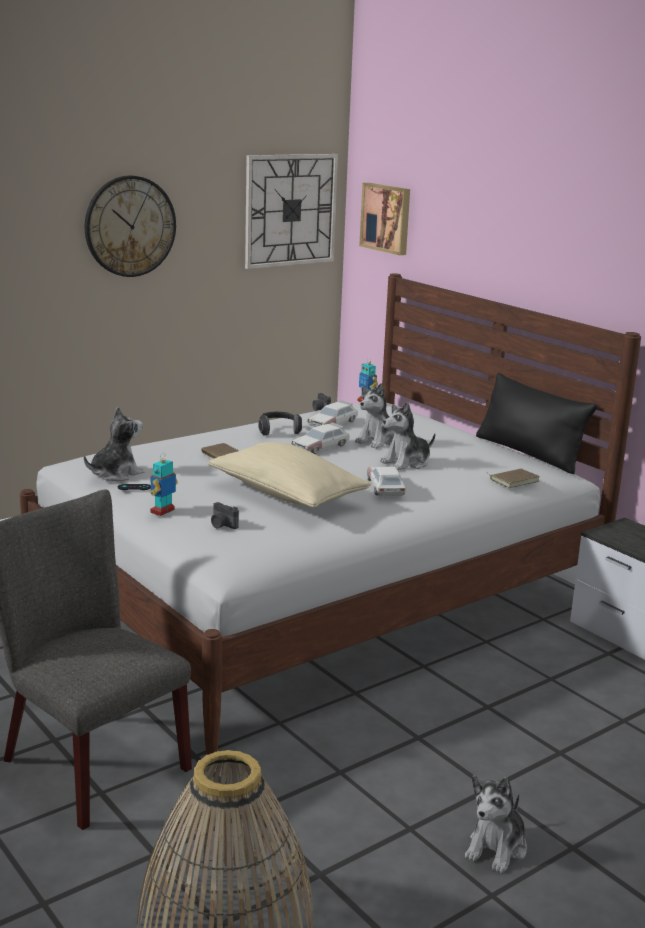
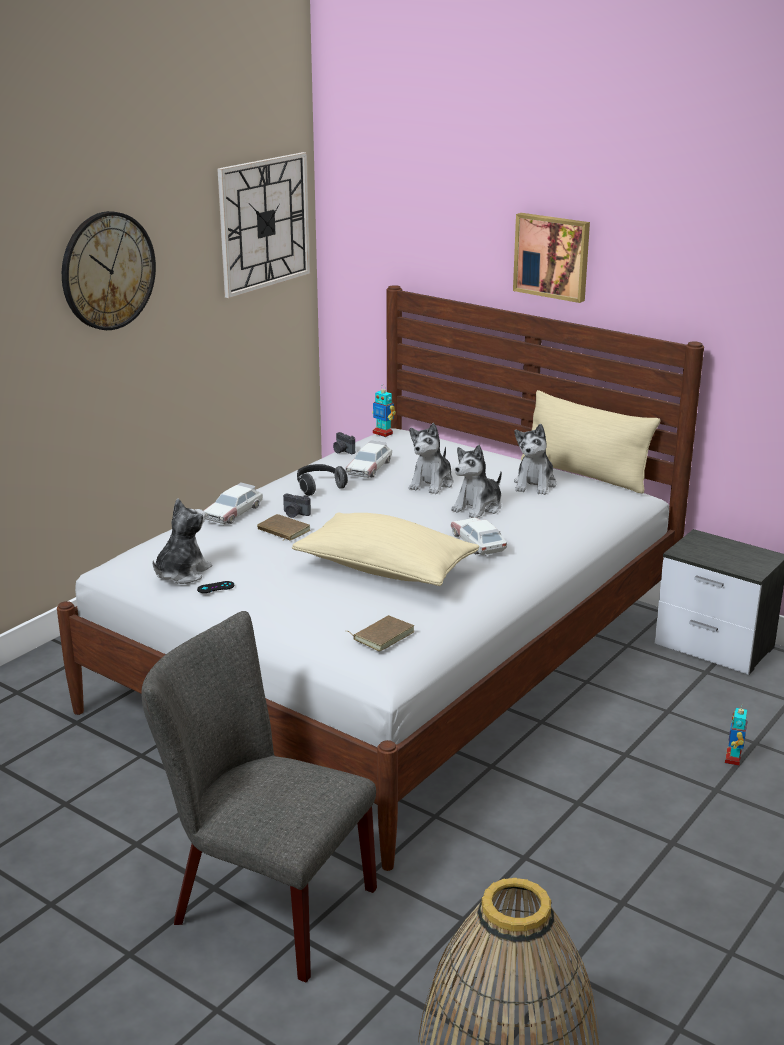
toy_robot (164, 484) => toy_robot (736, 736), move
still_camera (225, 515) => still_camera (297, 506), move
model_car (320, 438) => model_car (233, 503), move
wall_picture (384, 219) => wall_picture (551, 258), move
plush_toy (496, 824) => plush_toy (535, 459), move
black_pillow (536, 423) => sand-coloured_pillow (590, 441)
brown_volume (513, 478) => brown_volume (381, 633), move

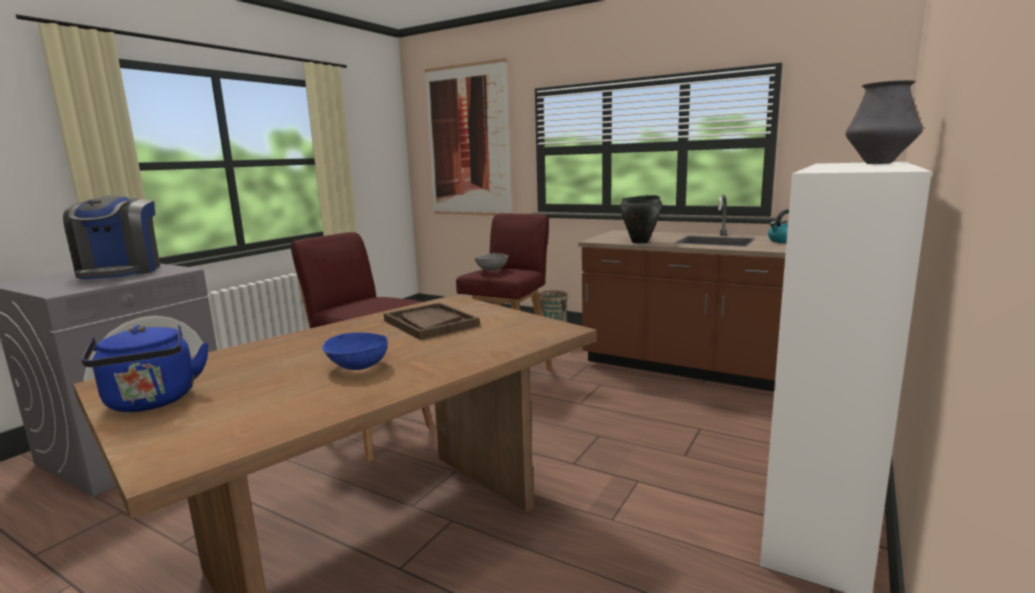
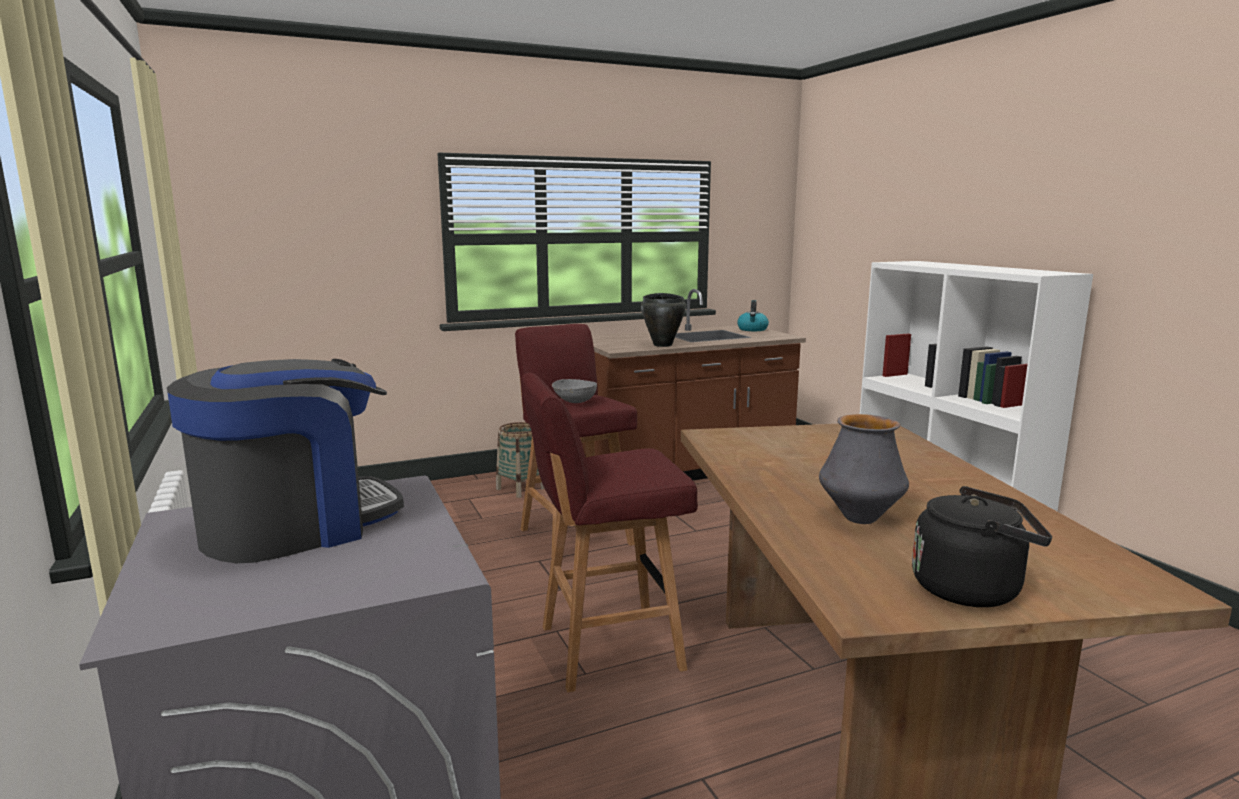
coffee_brewer (111, 237) => coffee_brewer (285, 461), 60 degrees counterclockwise
blue_water_kettle (145, 368) => black_water_kettle (982, 546)
blue_serving_bowl (355, 351) => nothing
brown_carrying_tray (432, 321) => nothing
wall_picture (468, 136) => nothing
vase (883, 122) => vase (864, 469), move

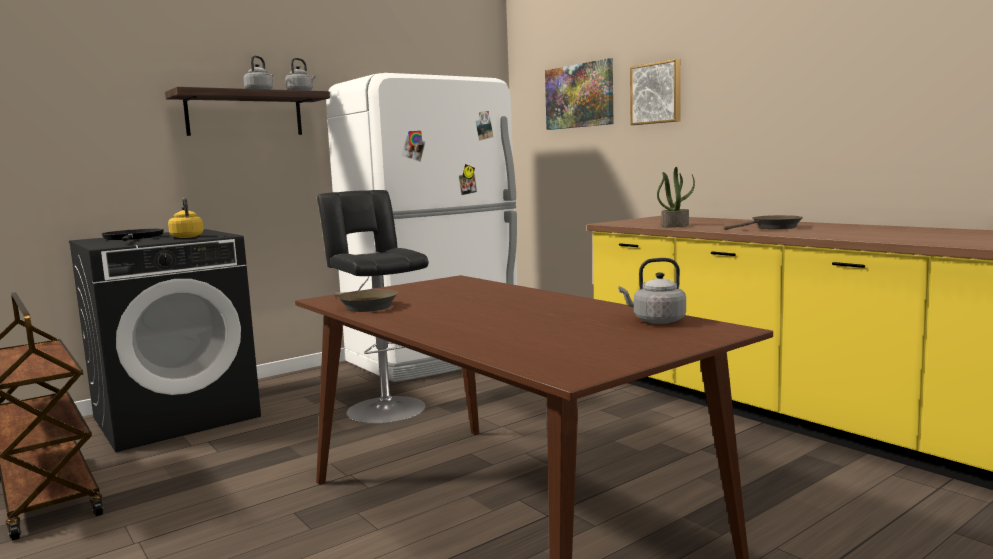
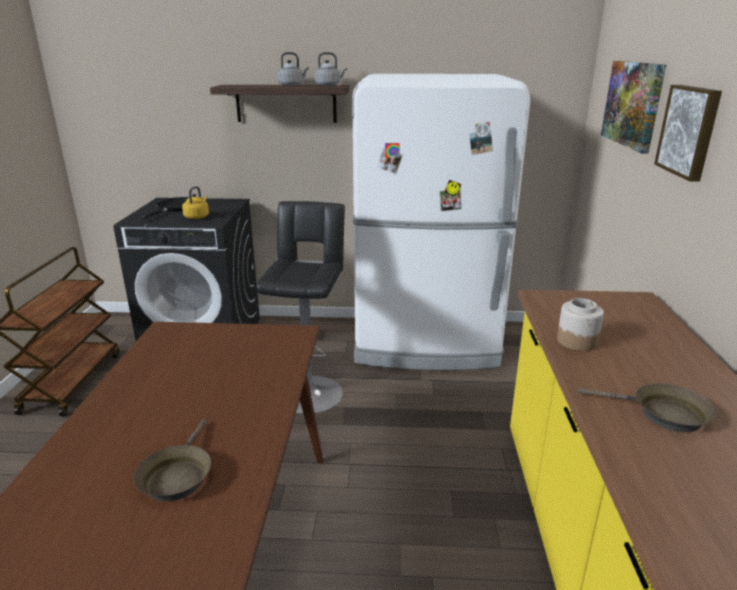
brown_pan (366, 300) => brown_pan (172, 460), move
greyish_water_kettle (652, 291) => nothing
potted_plant (676, 197) => storage_jar (580, 324)

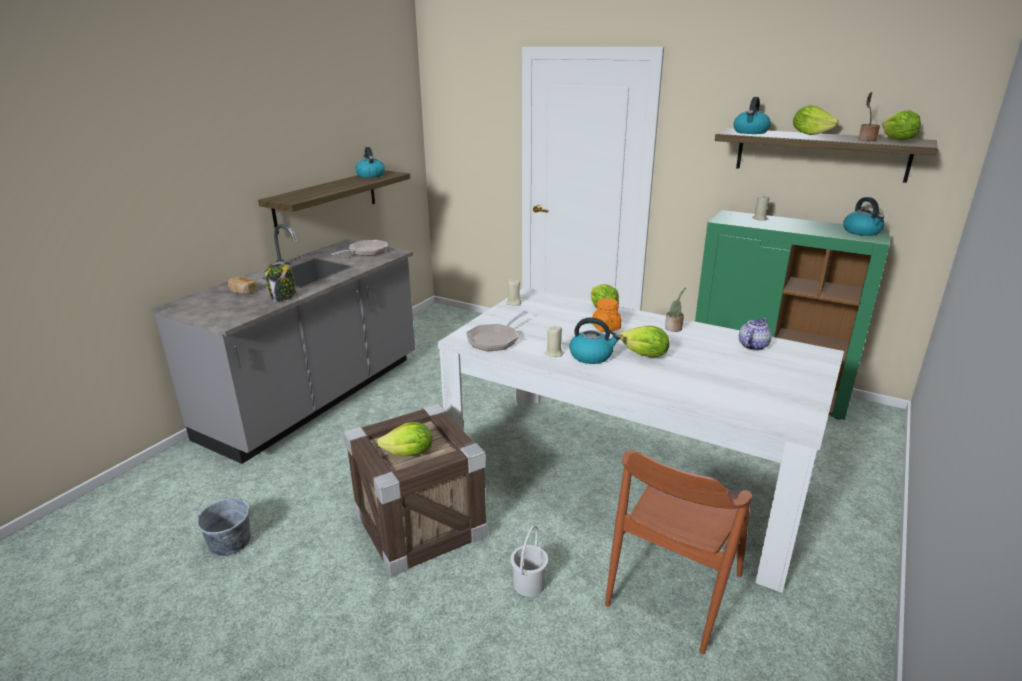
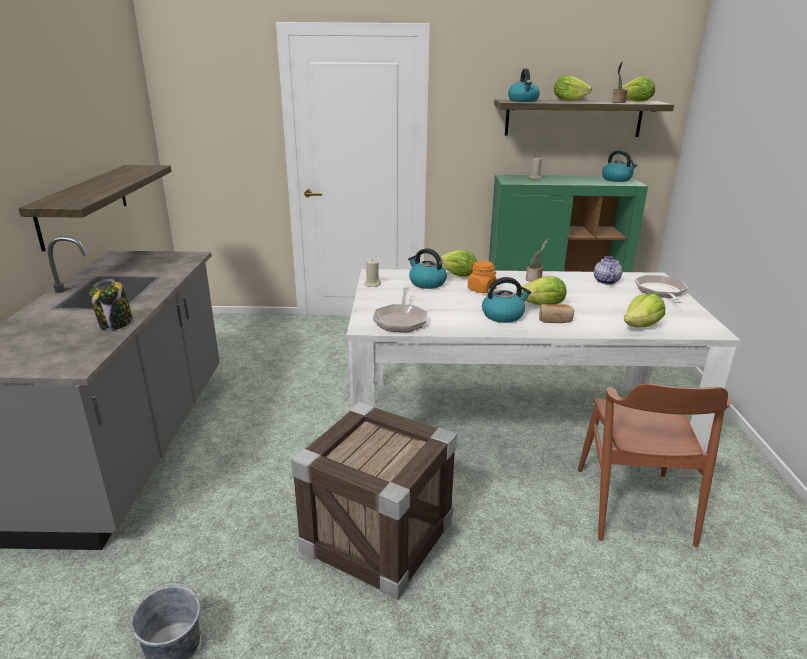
bakery_bread (242, 285) => bakery_bread (556, 313), move
pan (359, 248) => pan (661, 289), move
water_kettle (370, 162) => water_kettle (427, 268), move
lettuce (404, 439) => lettuce (644, 310), move
white-coloured_water_bucket (529, 561) => nothing
sand-coloured_wax_light (554, 341) => nothing

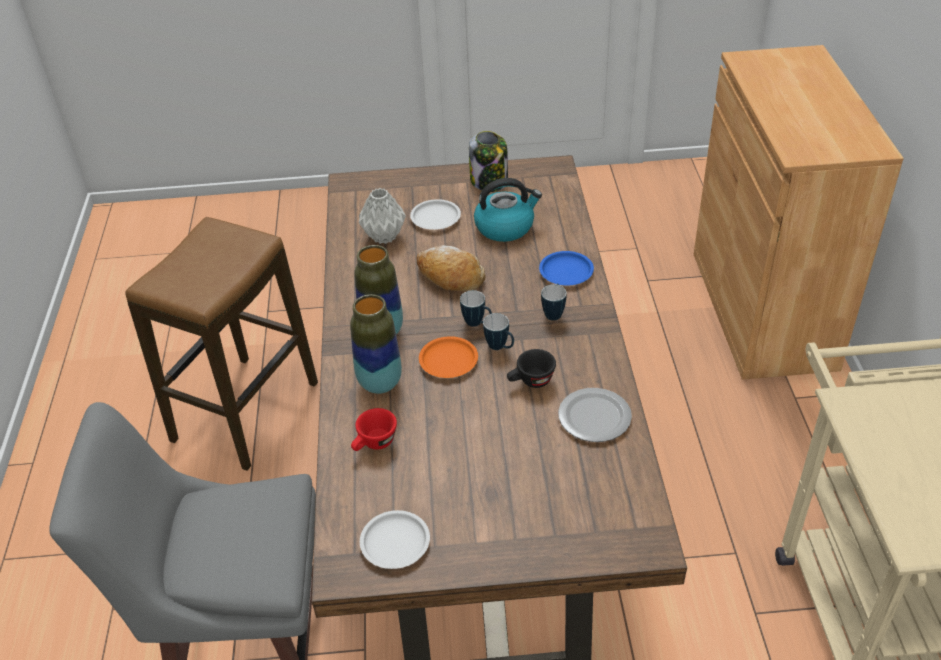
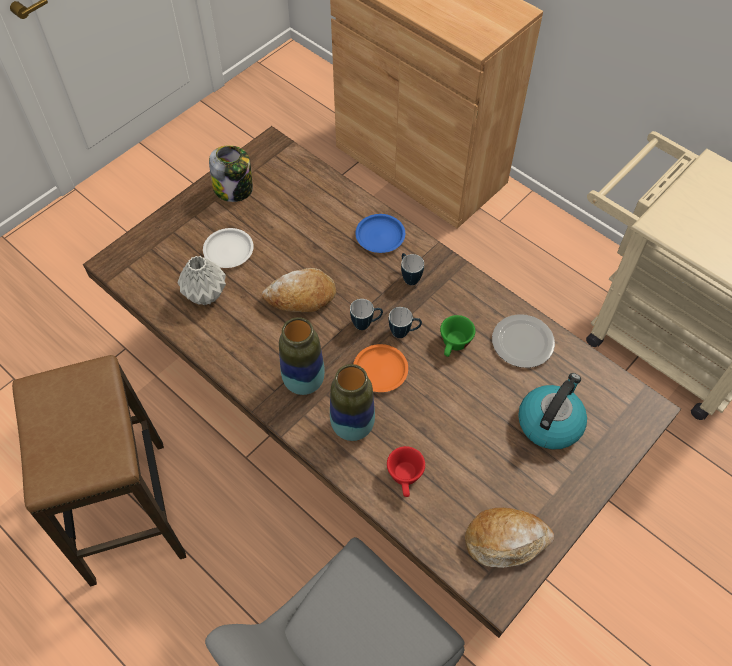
white-coloured_plate (395, 539) => bakery_bread (509, 538)
water_kettle (508, 210) => water_kettle (552, 411), move
black_cup (531, 368) => green-coloured_cup (457, 336)

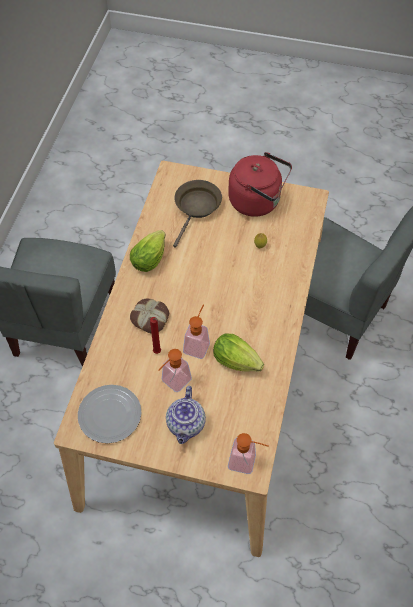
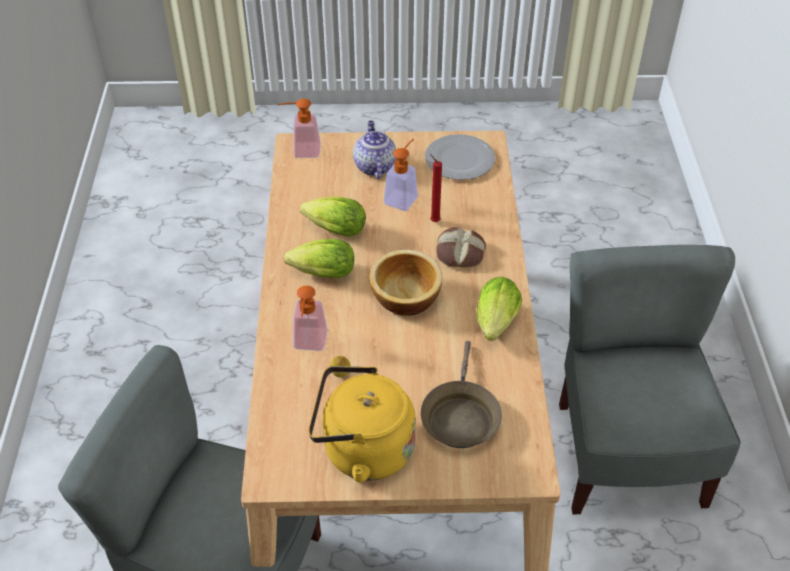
soap_dispenser (196, 331) => soap_dispenser (310, 318), move
reddish_water_kettle (260, 184) => yellow-coloured_water_kettle (362, 424)
nothing => lettuce (319, 258)
nothing => serving_bowl (405, 283)

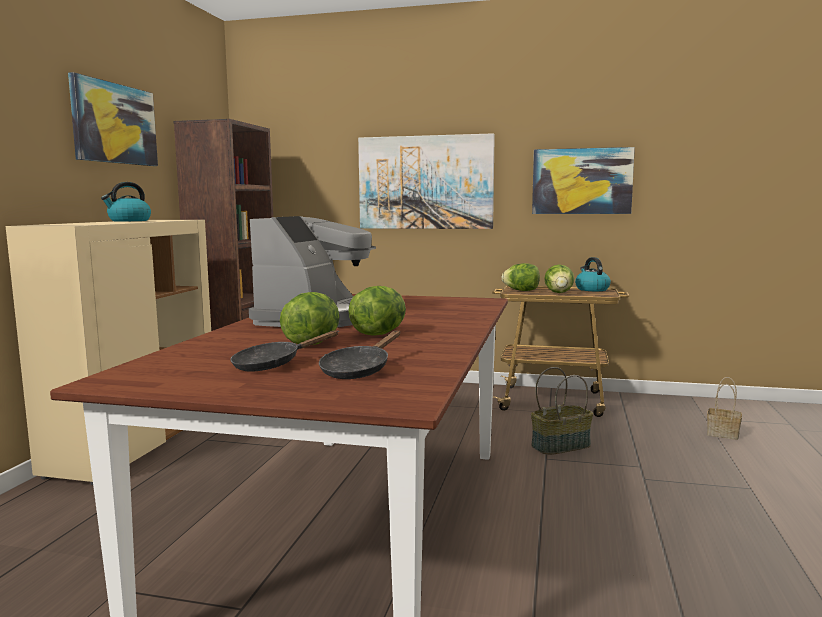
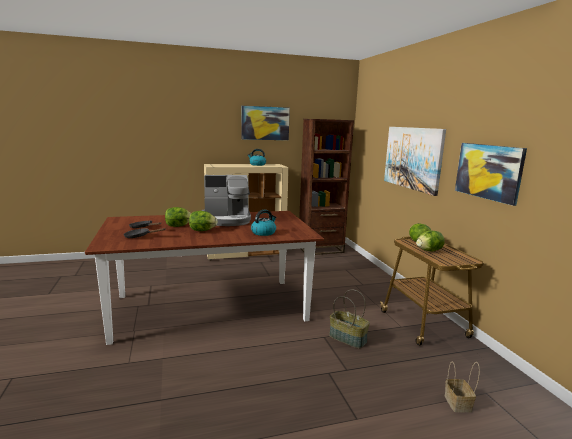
water_kettle (593, 274) => water_kettle (264, 223), move

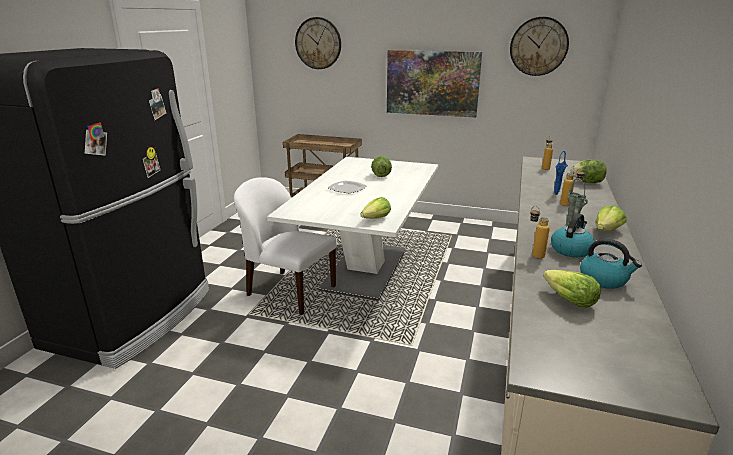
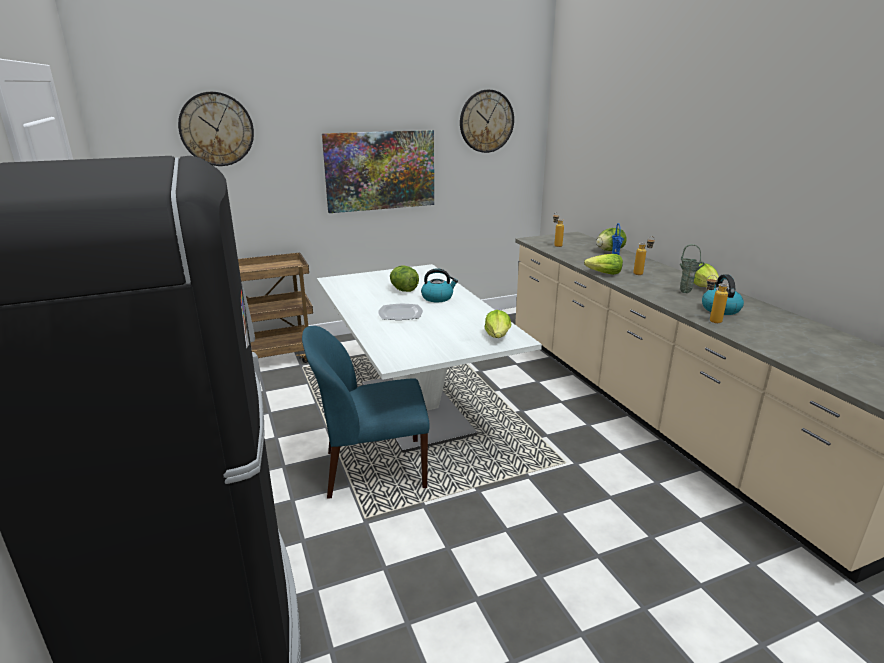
white-coloured_upright_chair (285, 246) => blue_upright_chair (366, 412)
lettuce (572, 289) => lettuce (603, 264), move
water_kettle (611, 264) => water_kettle (439, 285), move

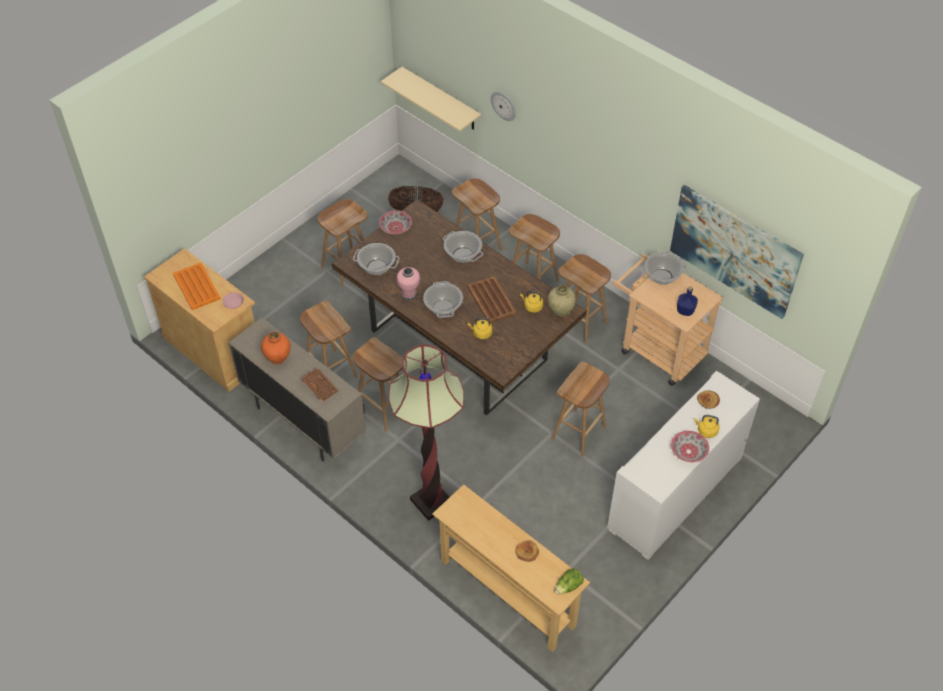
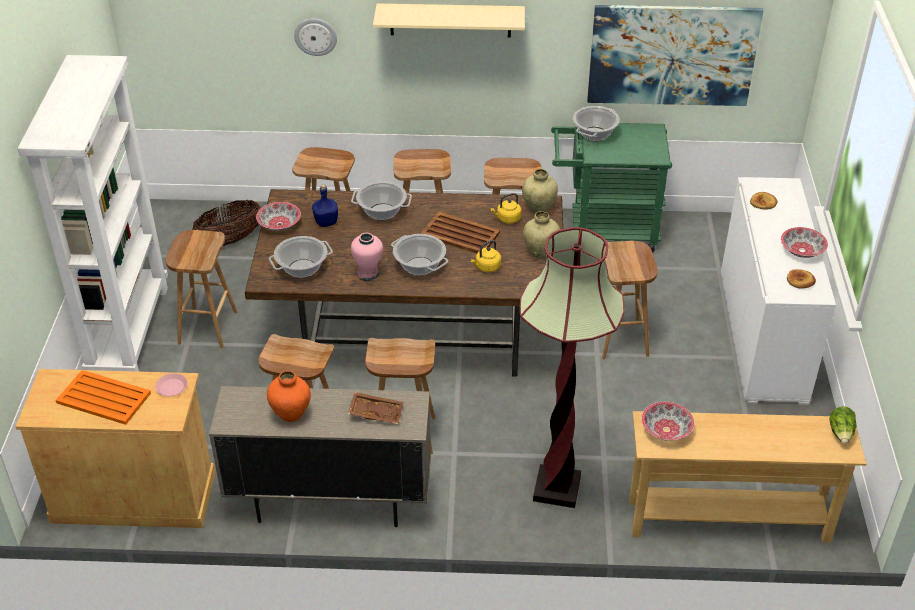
sand-coloured_shelf (430, 99) => sand-coloured_shelf (449, 21), move
bakery_bread (527, 551) => bakery_bread (801, 279), move
sand-coloured_trolley (667, 320) => green-coloured_trolley (611, 188)
blue_beverage_bottle (687, 301) => blue_beverage_bottle (325, 205), move
yellow-coloured_water_kettle (706, 426) => nothing
nothing => white-coloured_shelving_unit (92, 213)
nothing => sand-coloured_vase (541, 234)
nothing => serving_bowl (668, 421)

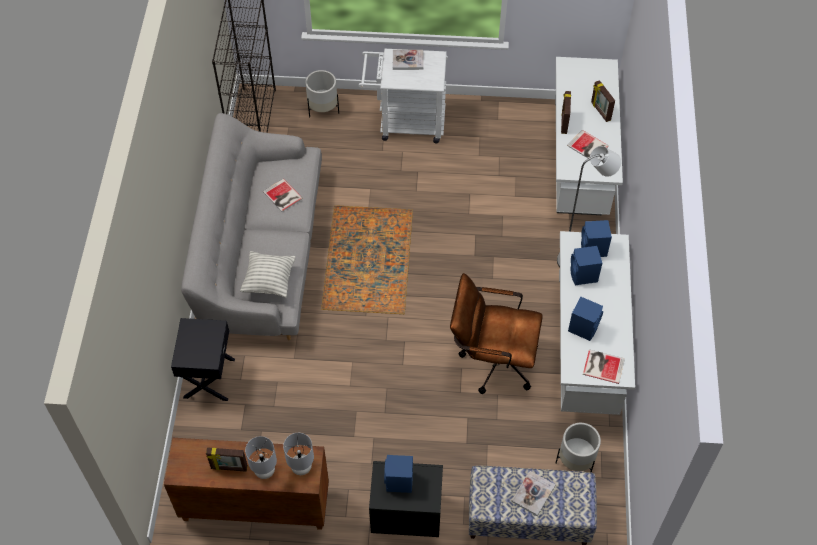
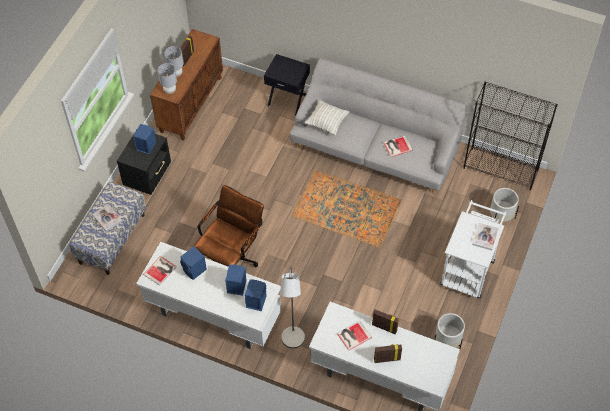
white-coloured_plant_pot (578, 448) => white-coloured_plant_pot (449, 330), move

